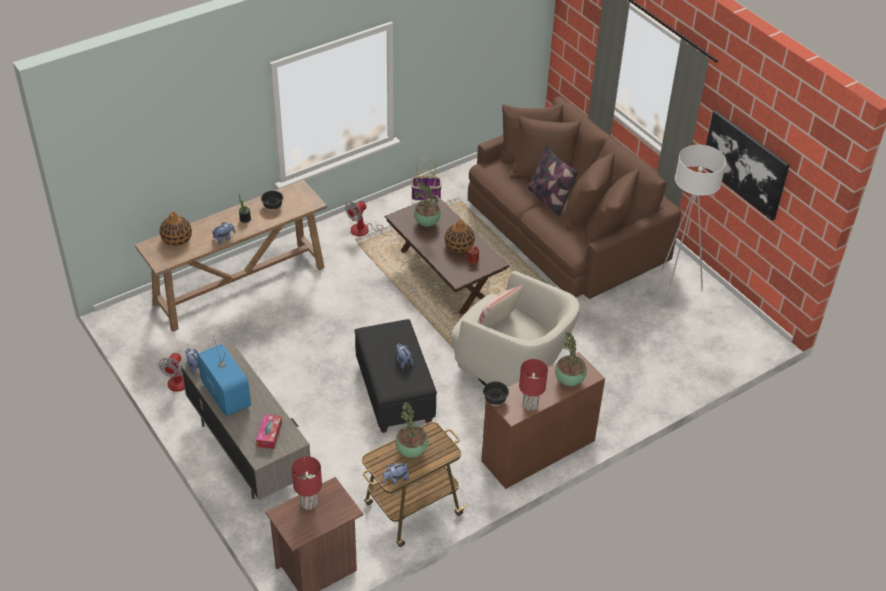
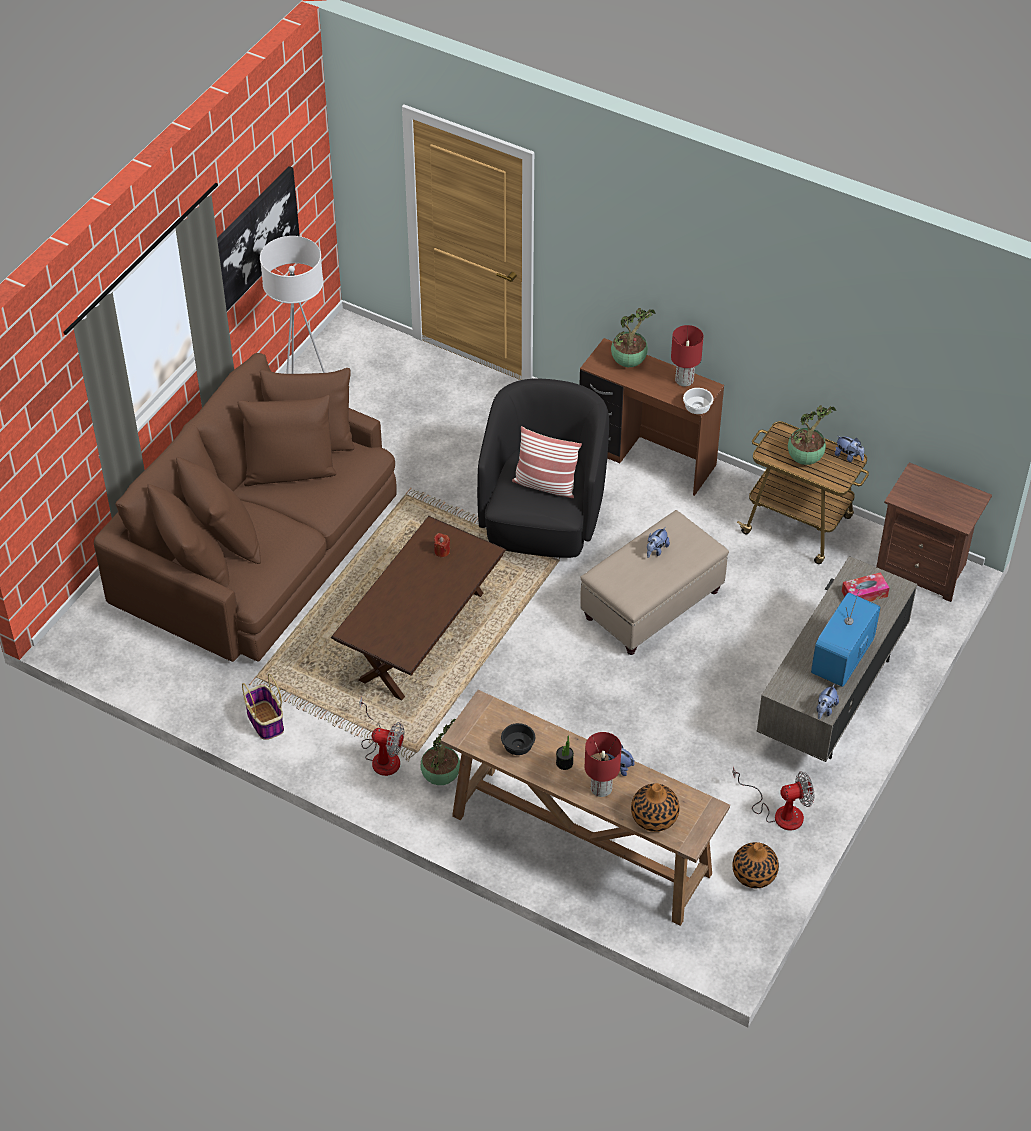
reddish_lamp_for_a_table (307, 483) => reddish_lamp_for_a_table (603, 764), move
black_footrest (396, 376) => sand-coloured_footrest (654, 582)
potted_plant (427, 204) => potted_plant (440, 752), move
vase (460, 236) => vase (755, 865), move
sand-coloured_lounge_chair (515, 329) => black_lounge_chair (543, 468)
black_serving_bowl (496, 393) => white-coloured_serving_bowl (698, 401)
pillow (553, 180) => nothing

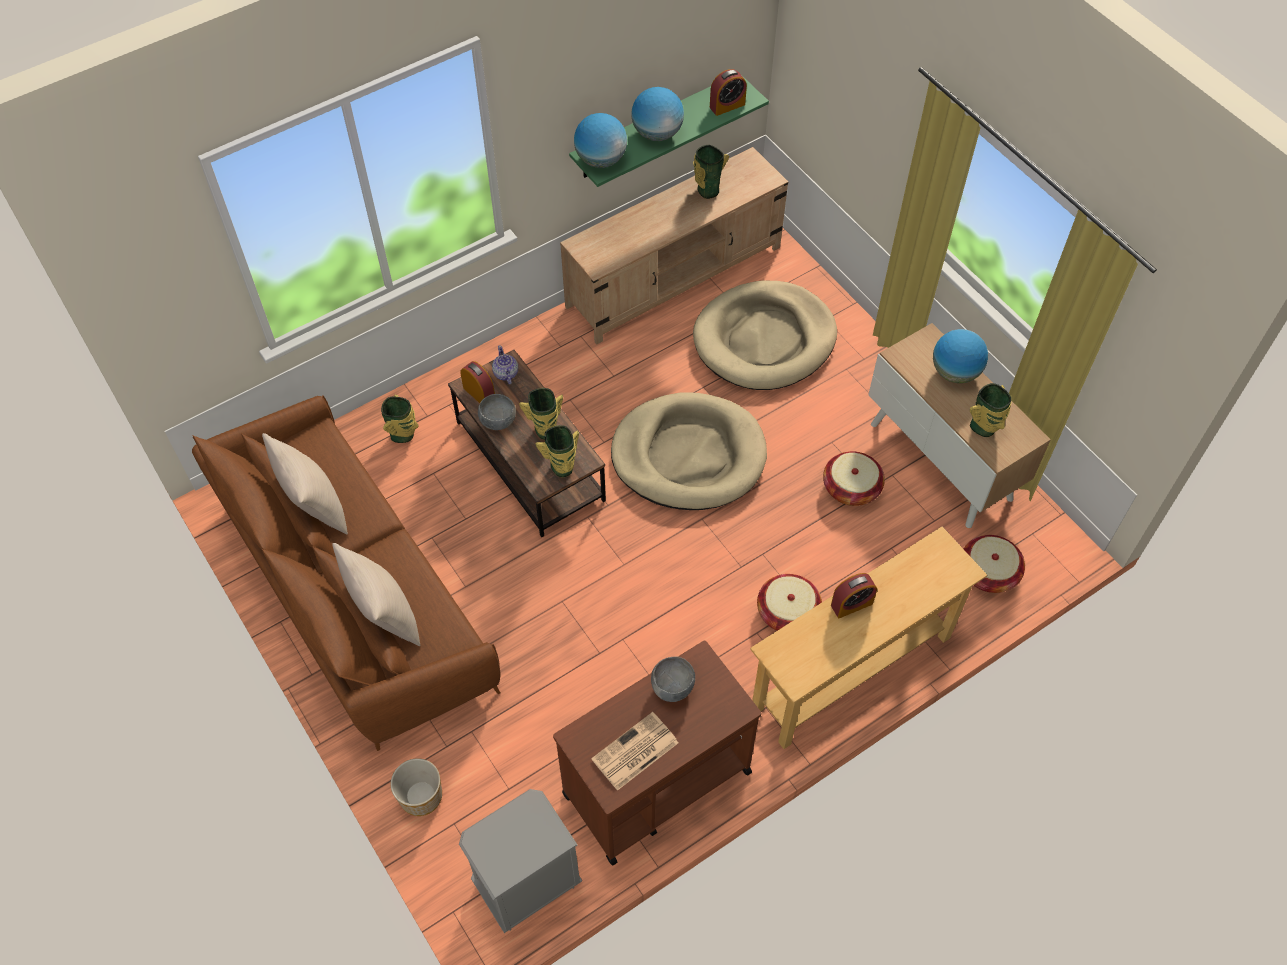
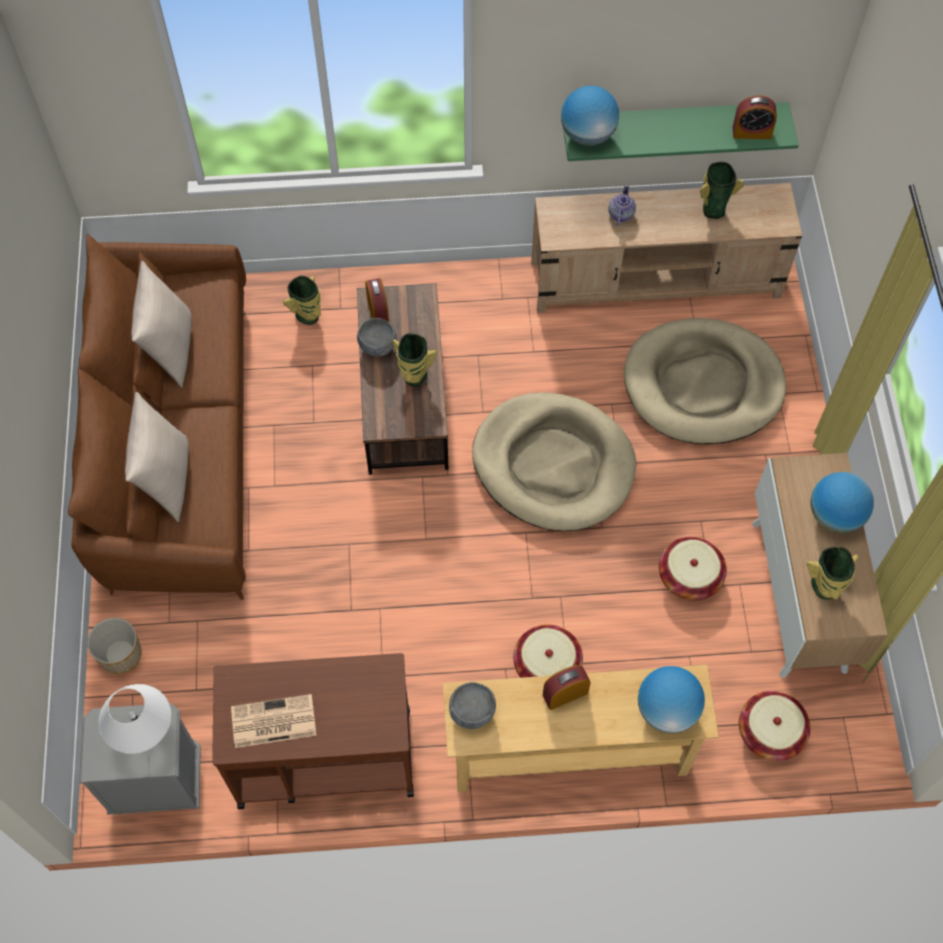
tea_pot (505, 364) => tea_pot (622, 205), move
vase (557, 451) => nothing
world_globe (657, 114) => world_globe (671, 699), move
greyish_serving_bowl (673, 679) => greyish_serving_bowl (472, 705), move
bedside_clock (854, 595) => bedside_clock (566, 687), 150 degrees clockwise
nothing => white-coloured_lamp_for_a_table (135, 719)

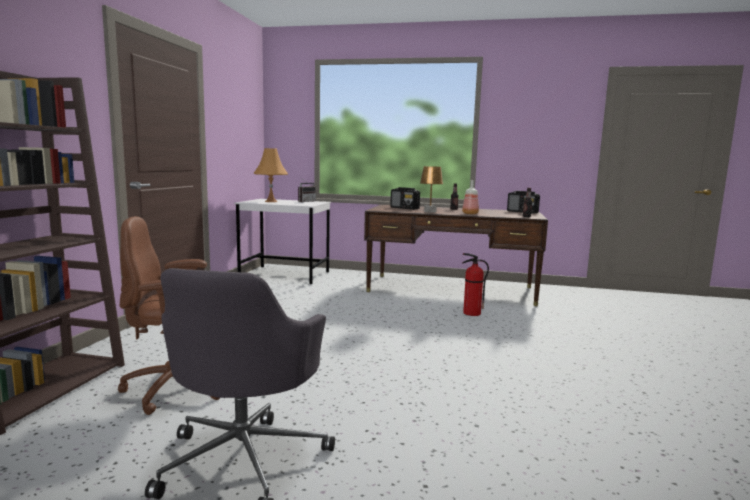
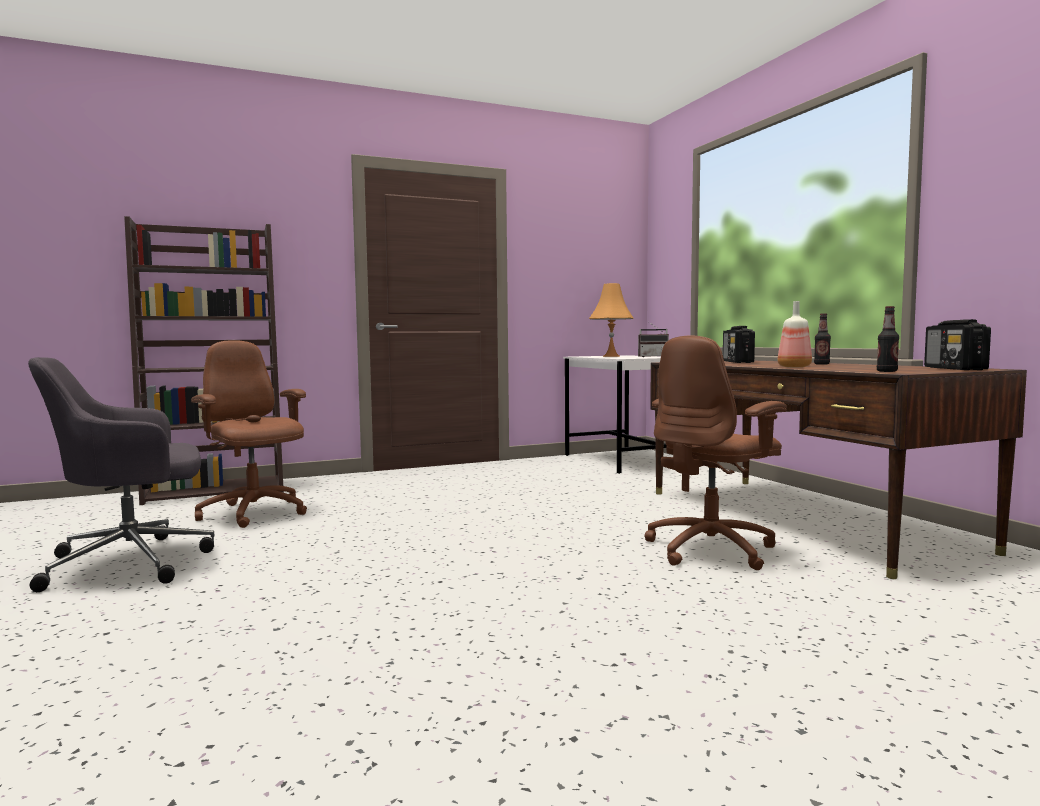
brown_lamp_for_a_table (431, 189) => nothing
fire_extinguisher (475, 284) => brown_office_chair (715, 453)

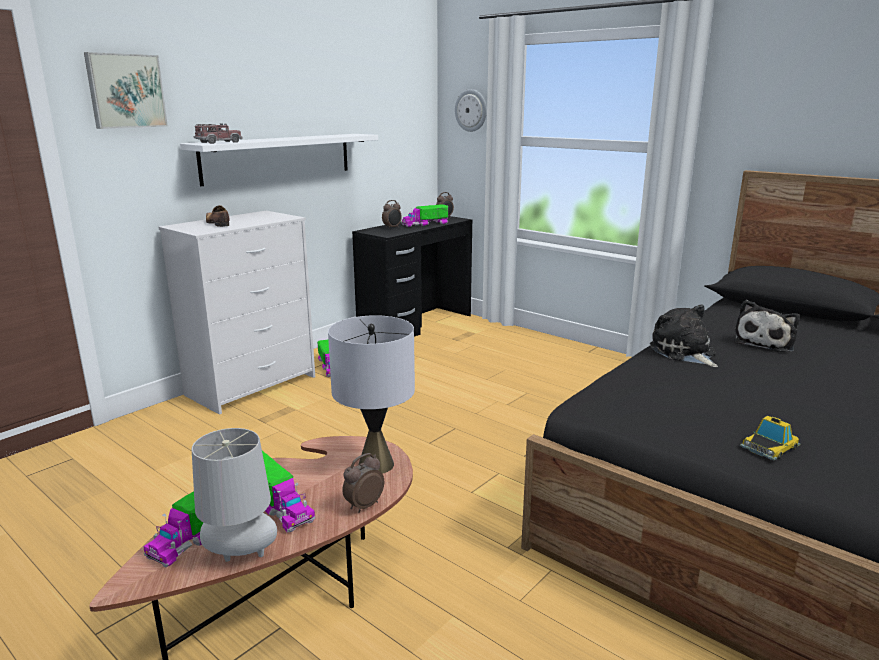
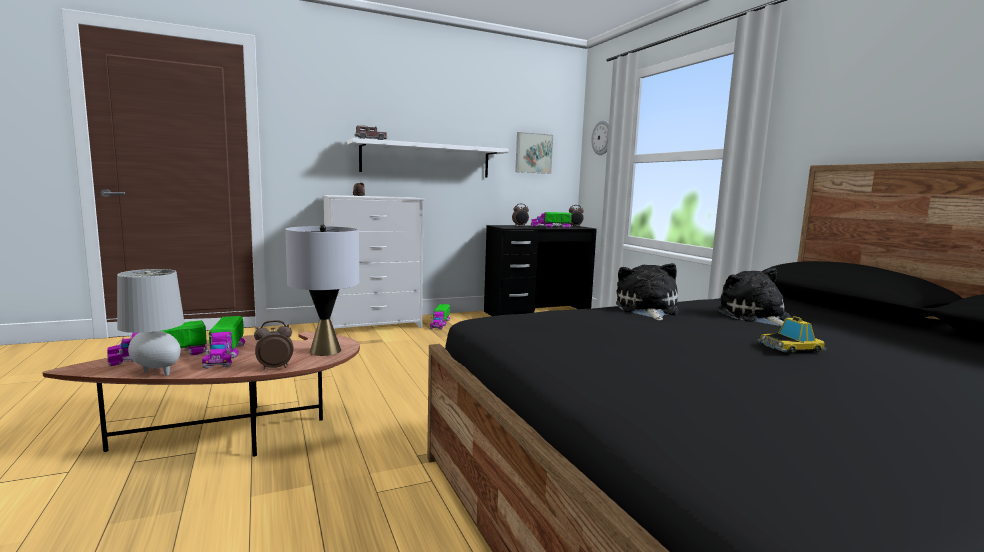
wall_picture (126, 90) => wall_picture (534, 153), move
plush_toy (767, 326) => plush_toy (755, 297), 105 degrees clockwise
model_car (770, 438) => model_car (792, 334), move

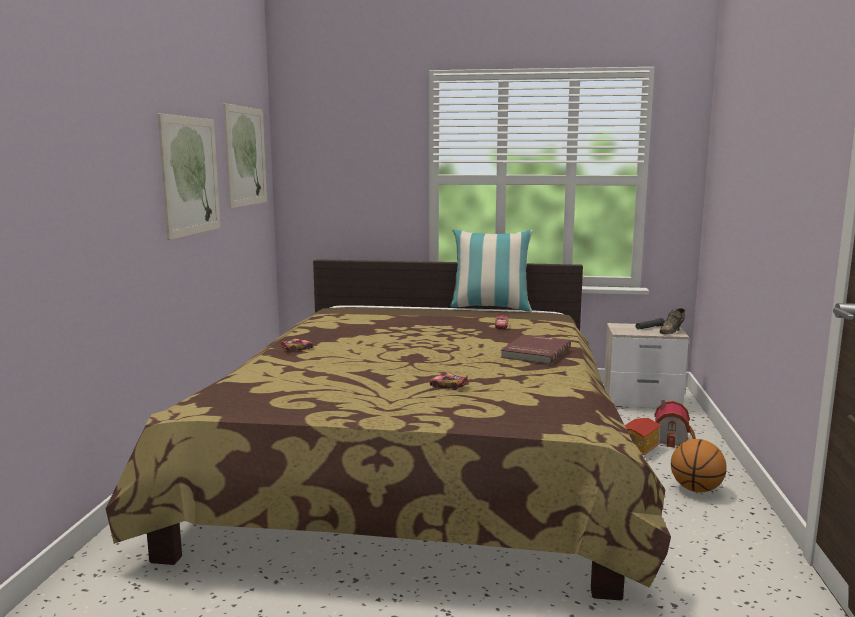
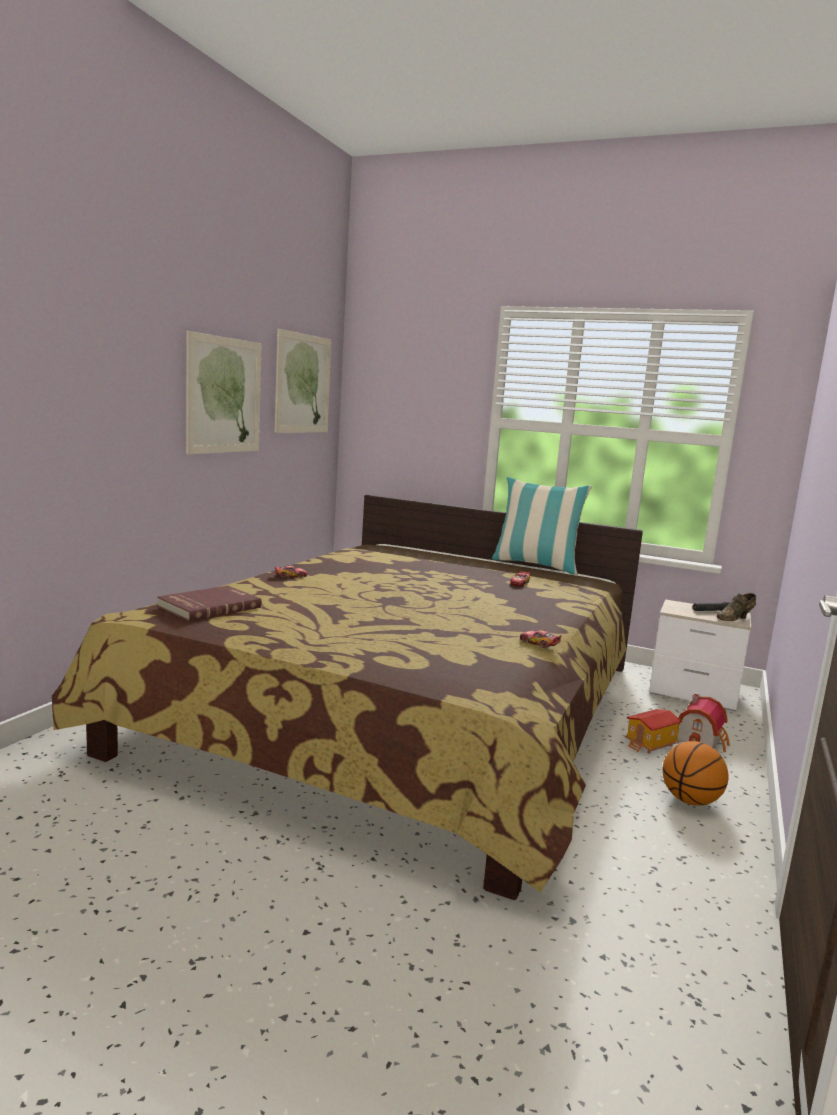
model_car (449, 381) => model_car (541, 639), move
reddish_volume (535, 349) => reddish_volume (209, 603), move

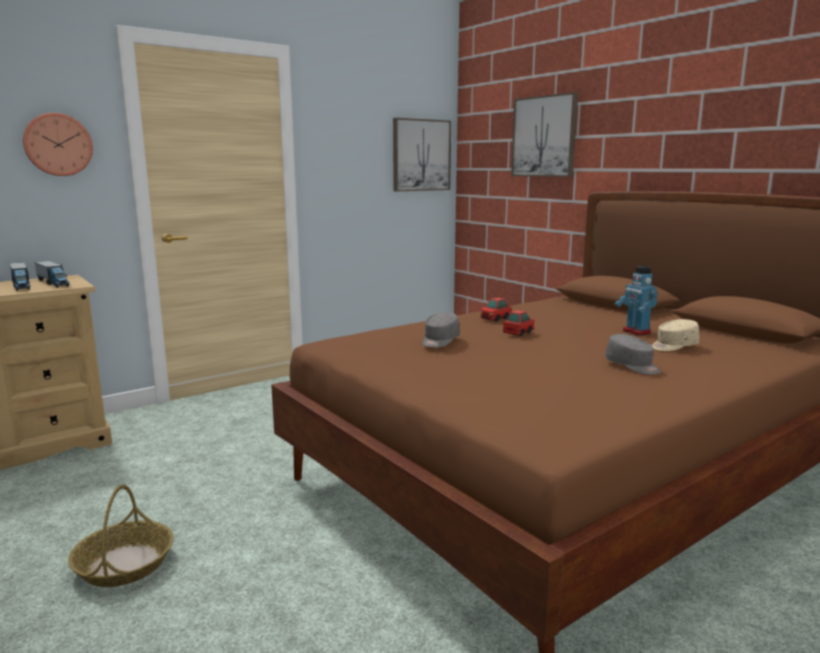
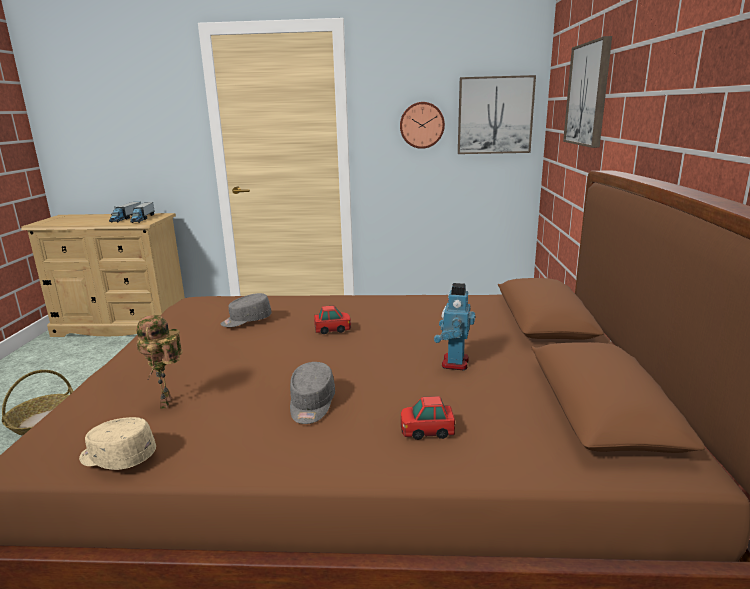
clock_on_the_wall (58, 144) => clock_on_the_wall (422, 125), move
model_car (496, 309) => model_car (428, 418), move
sand-coloured_baseball_cap (676, 335) => sand-coloured_baseball_cap (117, 443), move
nothing => toy_robot (159, 362)

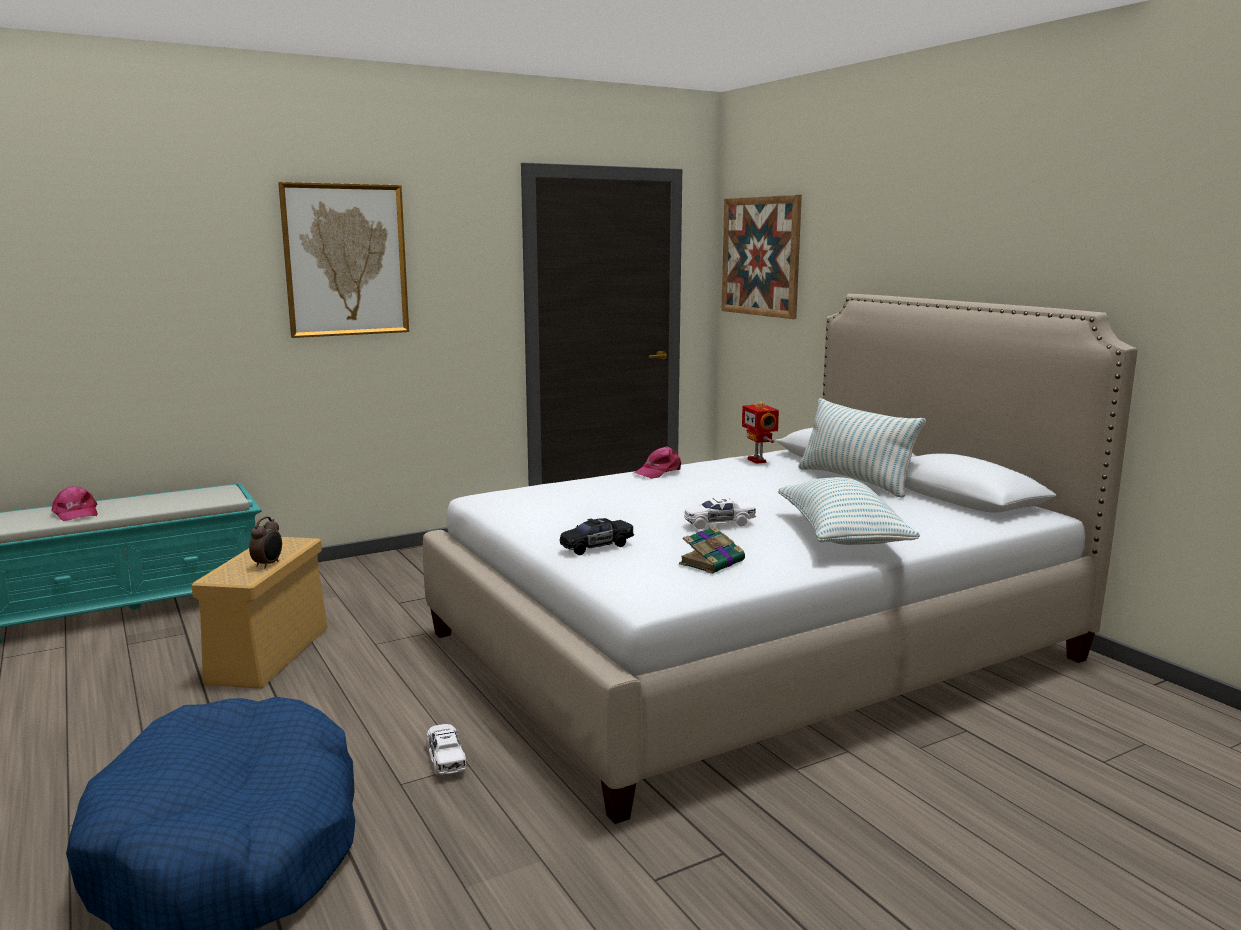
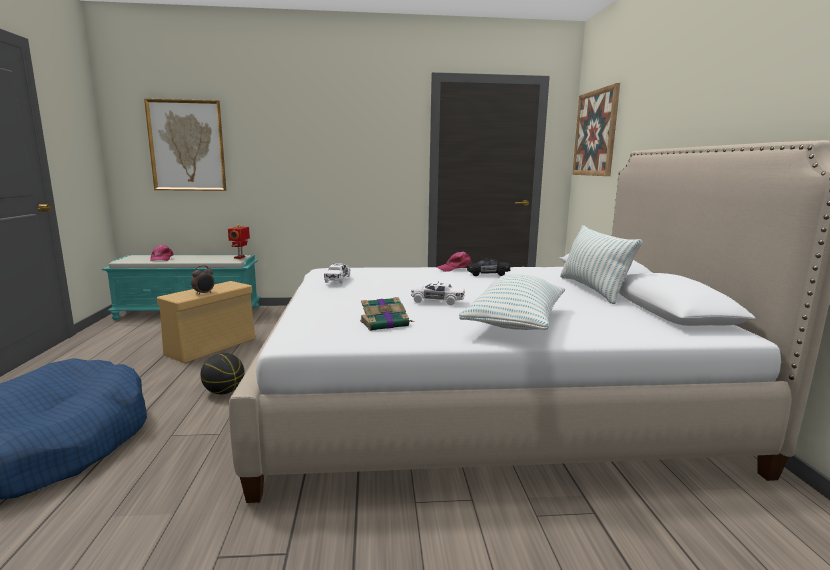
wall_picture (343, 260) => wall_picture (185, 145), move
white-coloured_model_car (446, 749) => white-coloured_model_car (337, 273), move
black_model_car (597, 536) => black_model_car (489, 267), move
toy_robot (760, 432) => toy_robot (239, 241), move
nothing => basketball_ball (223, 373)

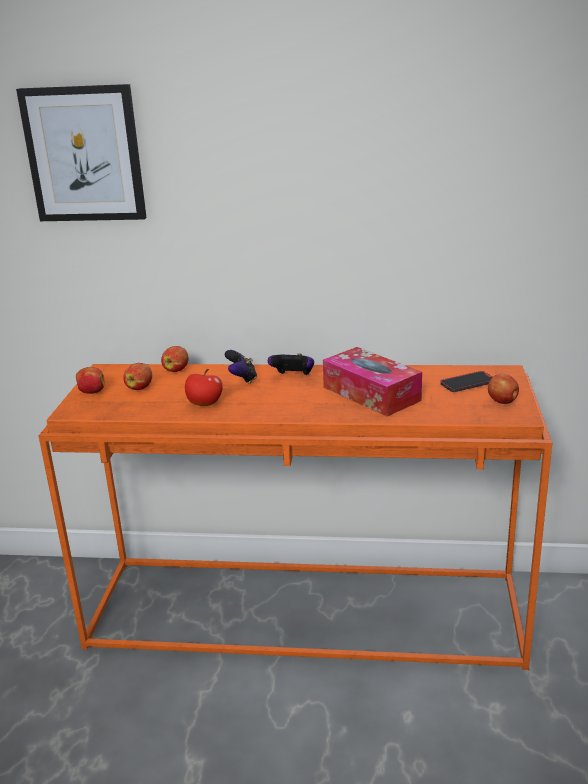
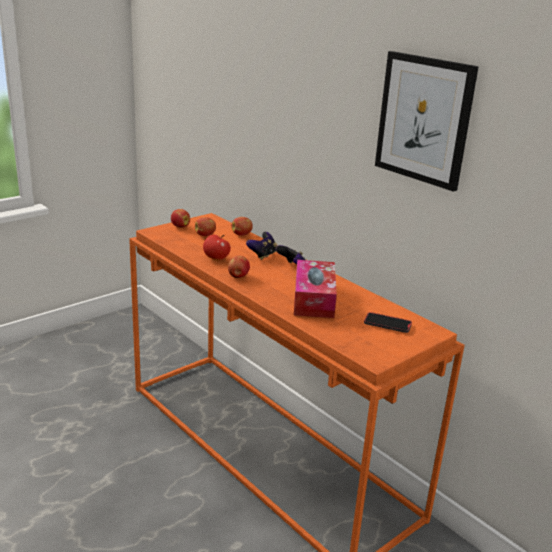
wall_picture (81, 152) => wall_picture (427, 121), move
apple (503, 389) => apple (239, 266), move

